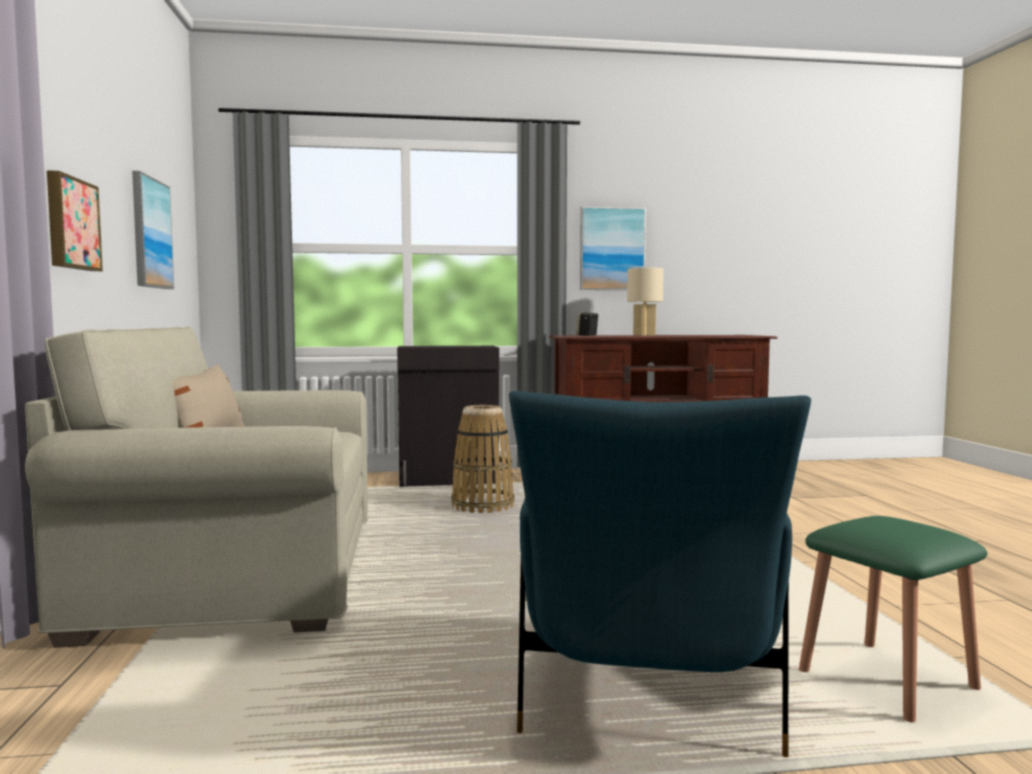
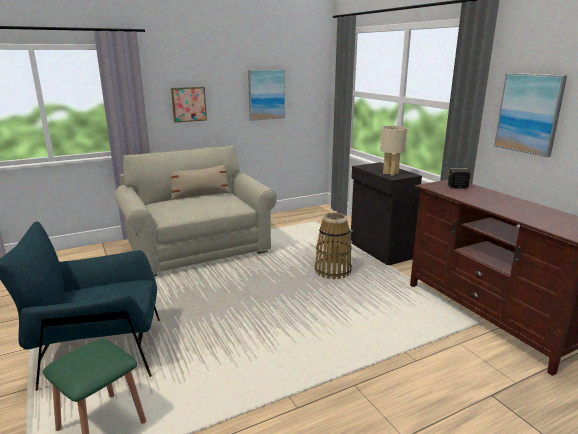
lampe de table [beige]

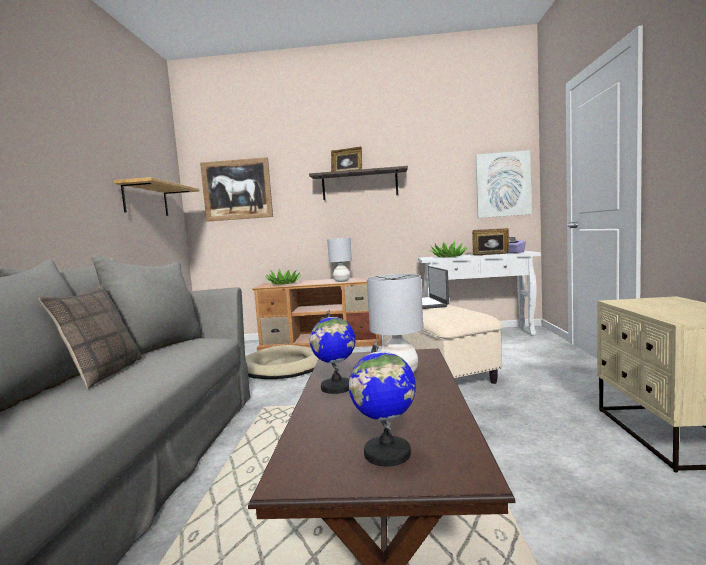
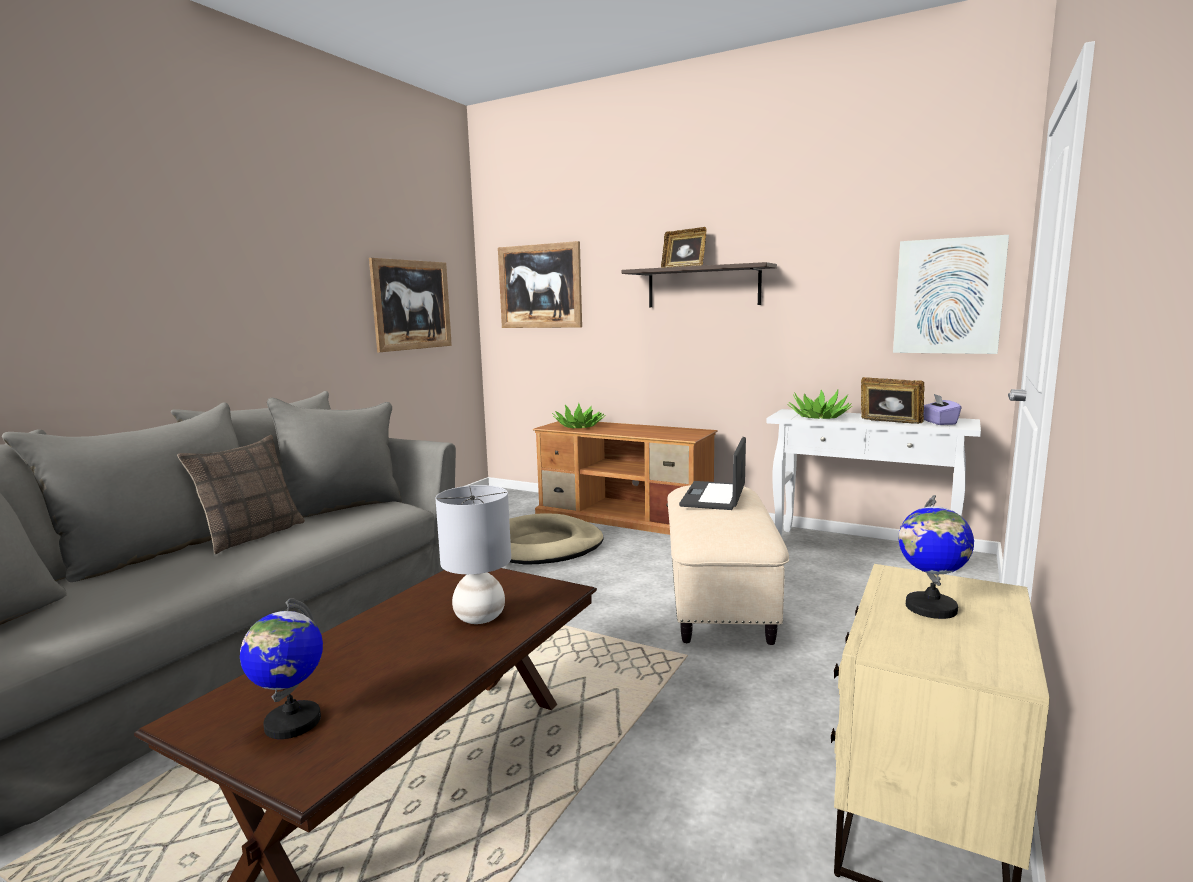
tableau (1st from left)
lampe de table [gris] (1st from left in the first image)
globe (2nd from left)

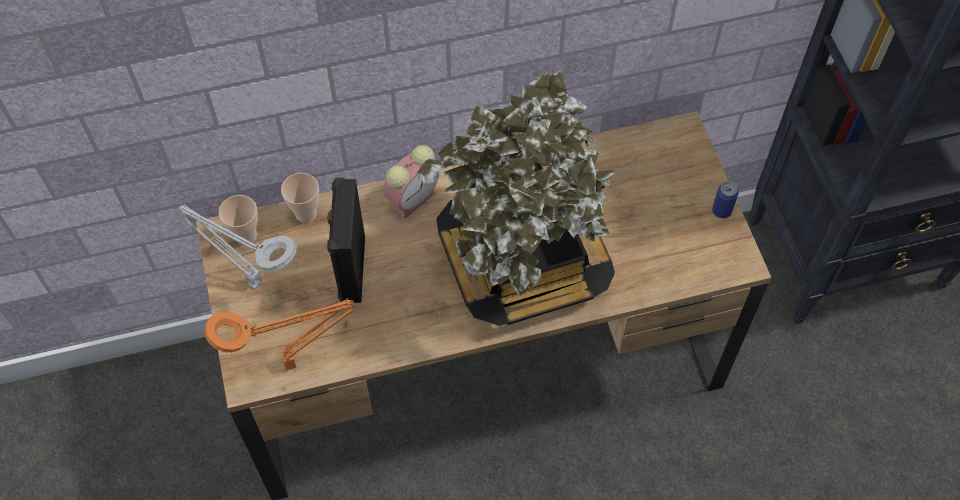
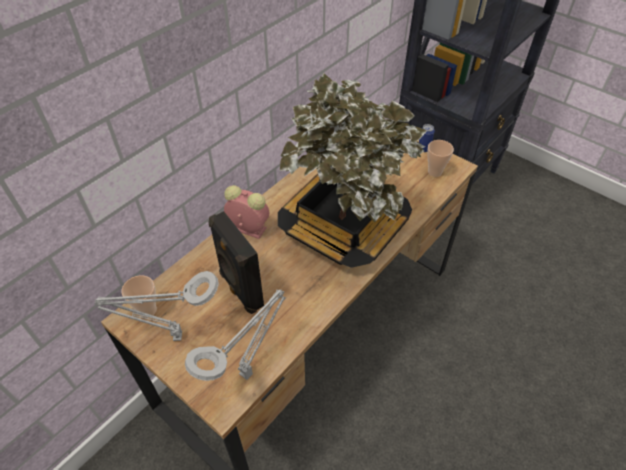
réveil
tasse (2nd from left)
lampe de table [gris] (2nd from left)

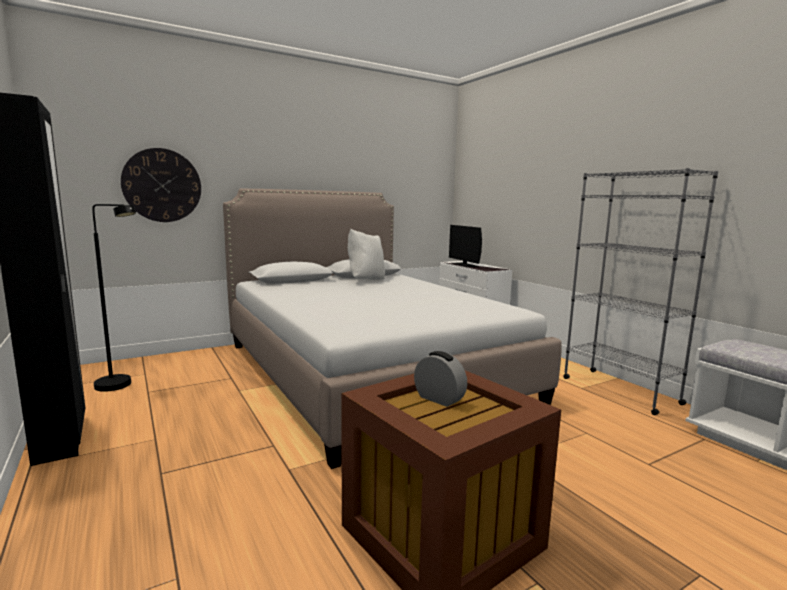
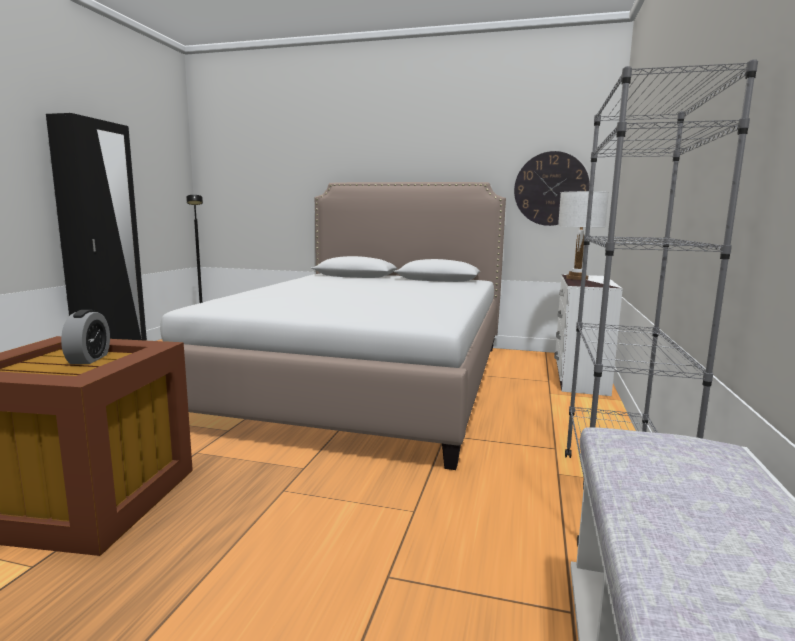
horloge murale
lampe de table [blanc]
coussin [blanc]

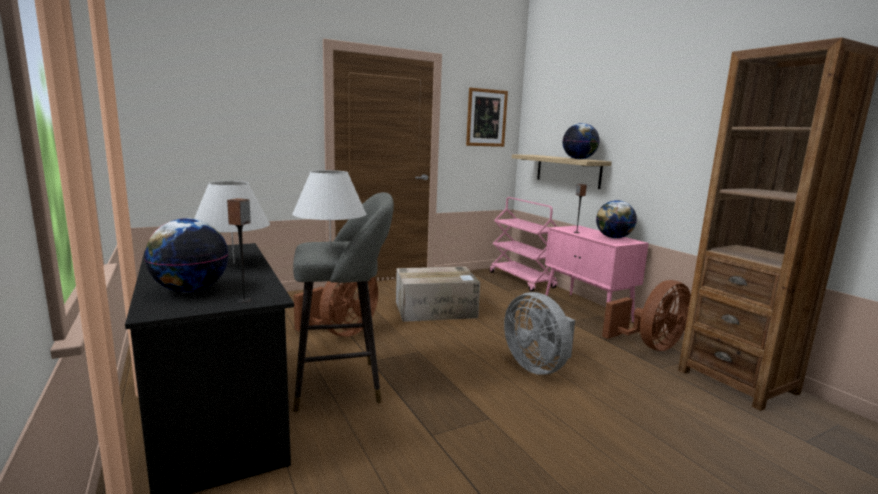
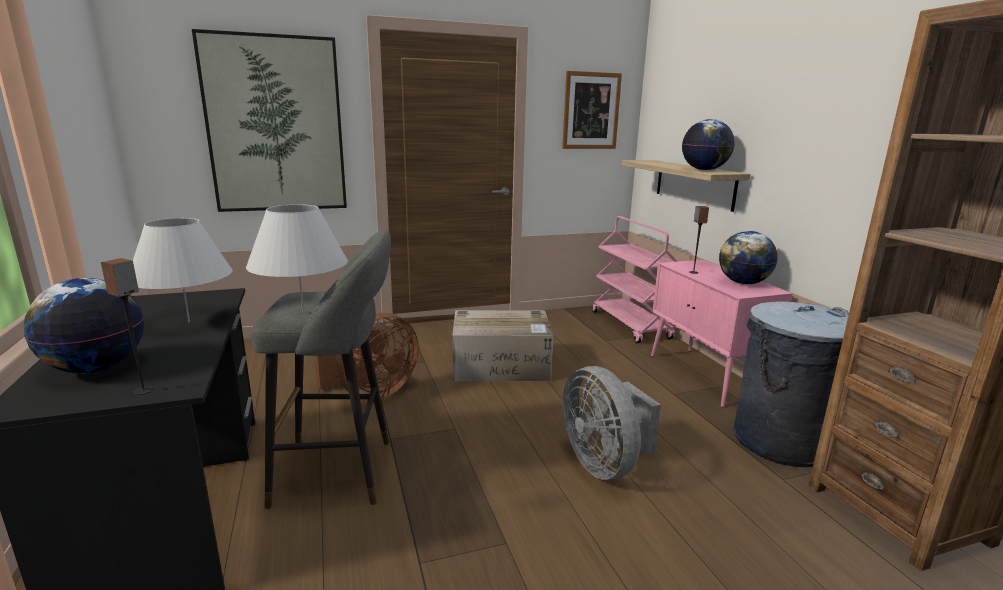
poubelle [gris]
tableau (1st from left)

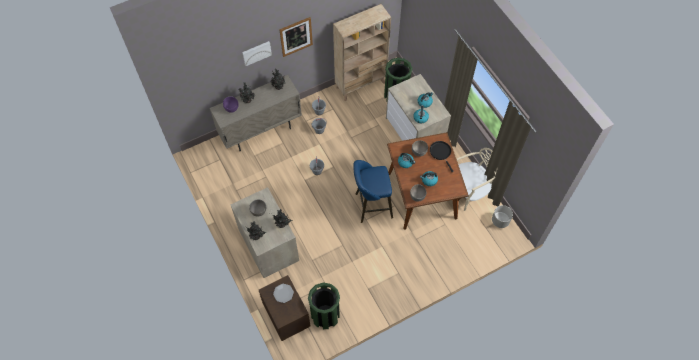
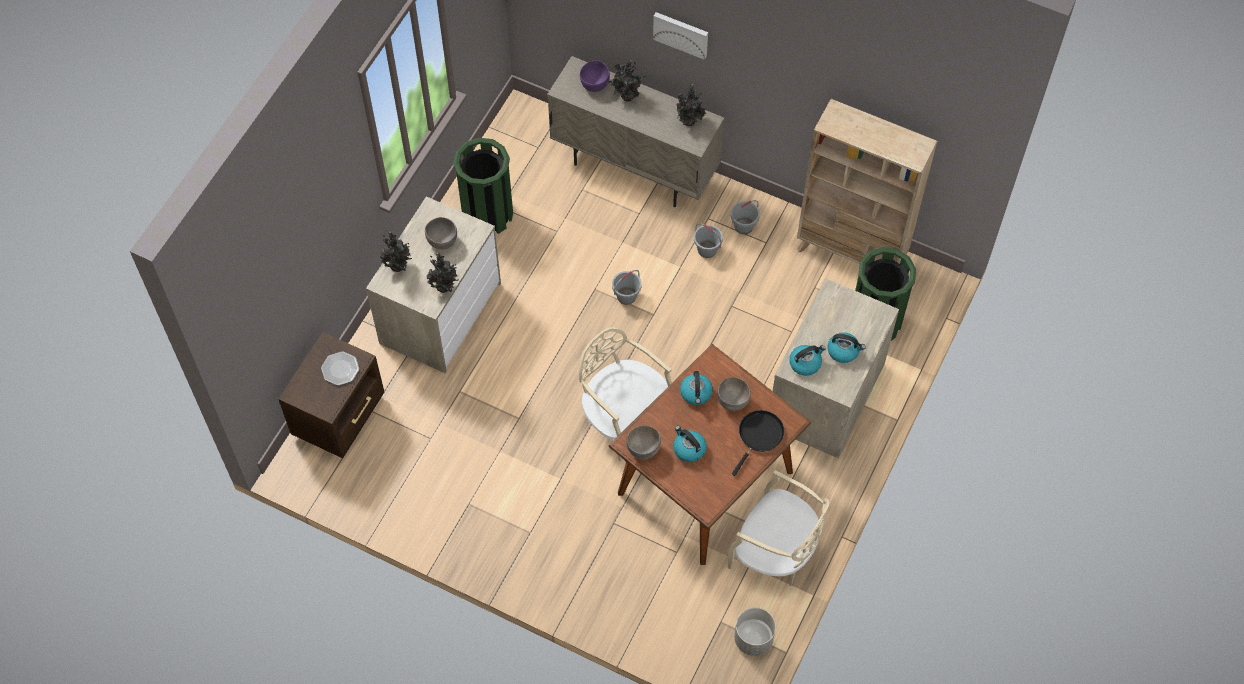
tableau (2nd from left in the first image)
chaise [beige] (1st from left)
poubelle [vert] (1st from left)

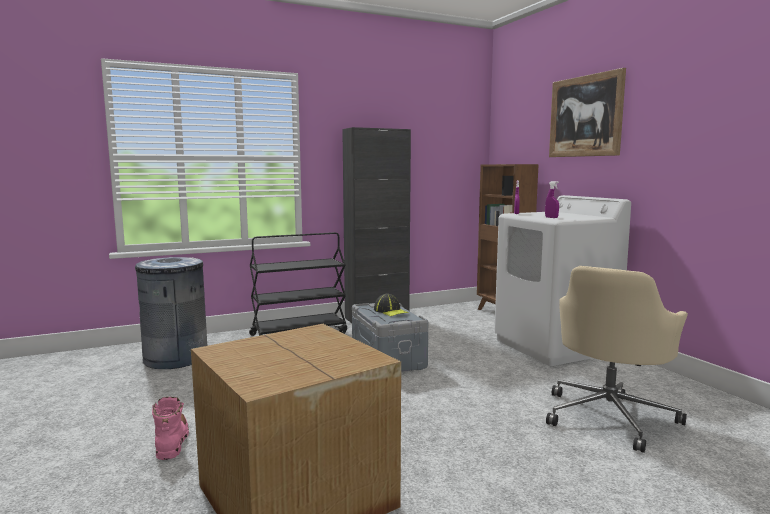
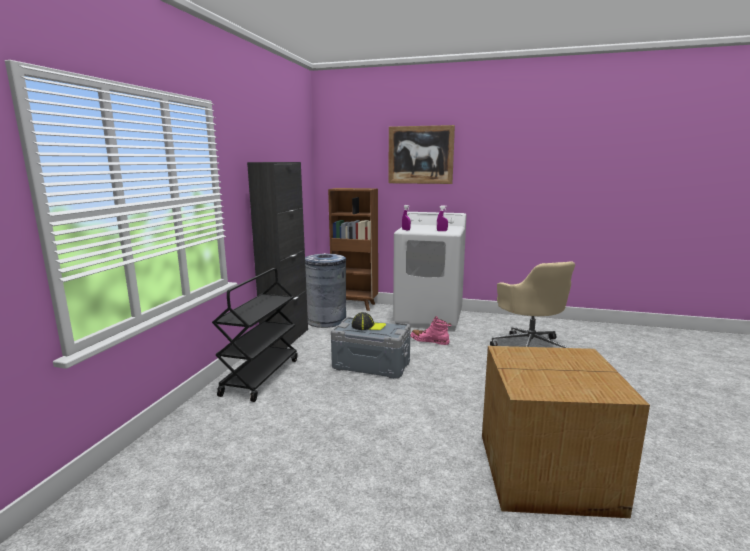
poubelle [gris]
botte [rose]

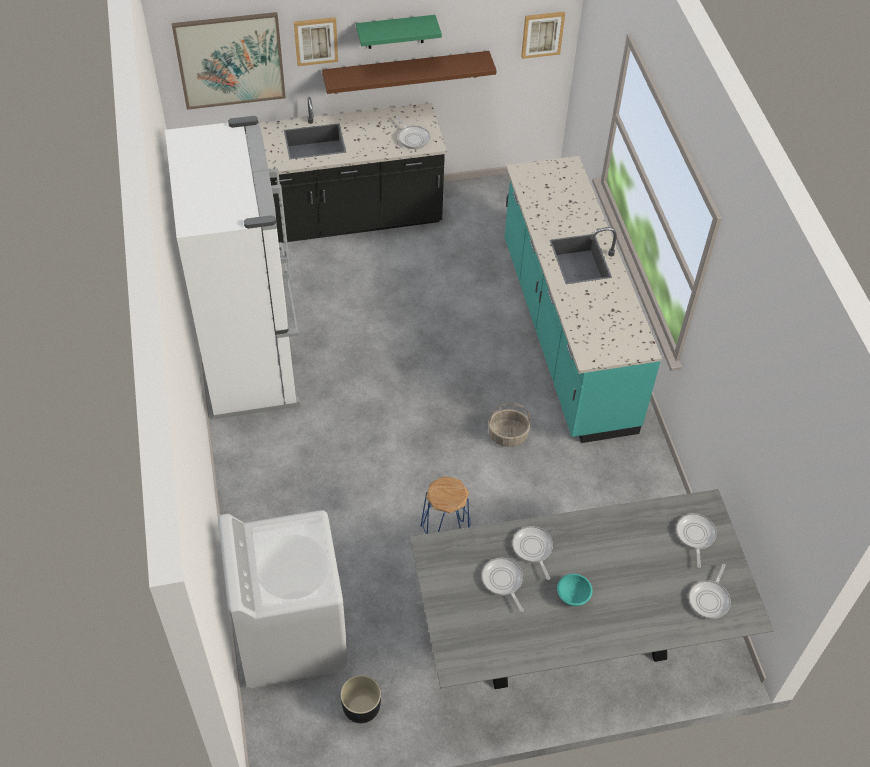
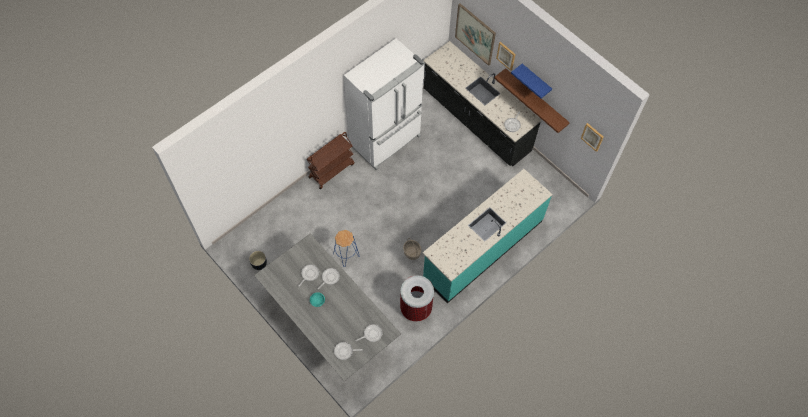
étagère [bleu]
lave-linge [blanc]
chariot [marron]
poubelle

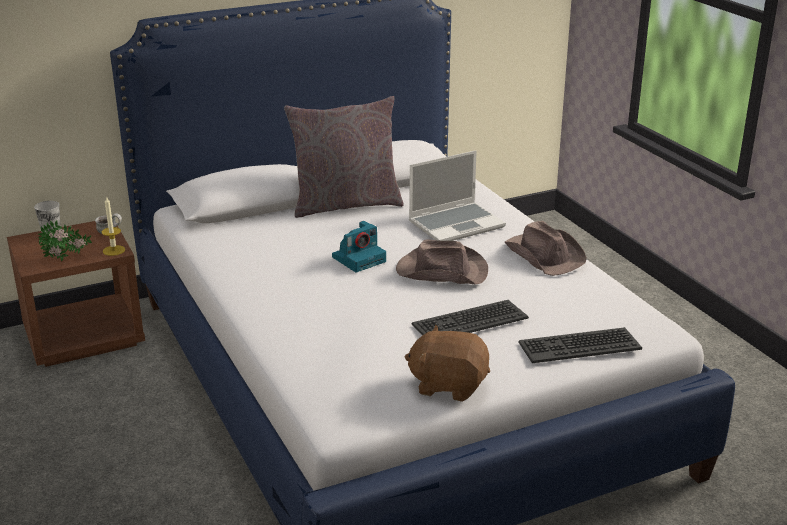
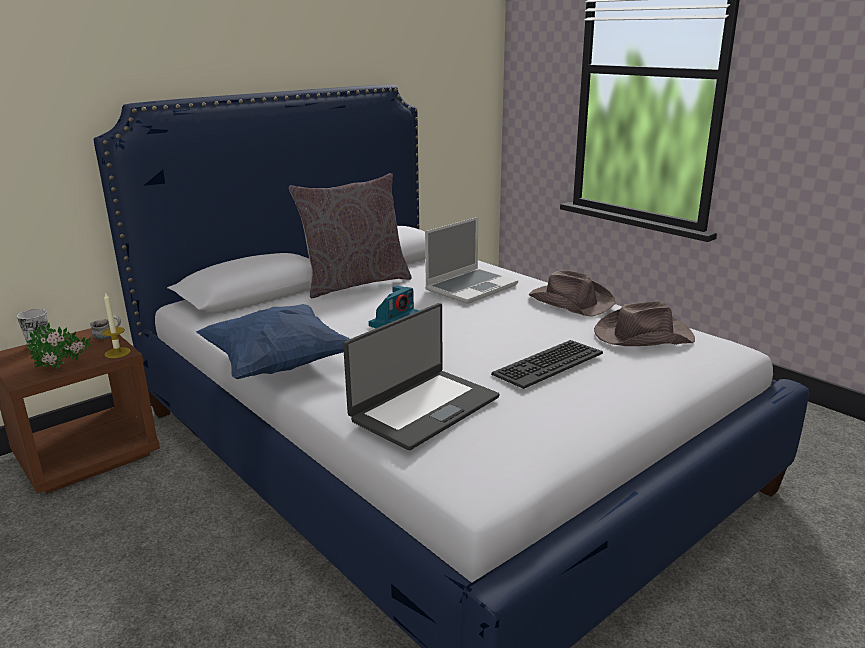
chapeau [marron] (2nd from left)
peluche [marron]
clavier (2nd from left in the first image)
ordinateur portable (1st from left)
coussin [bleu]

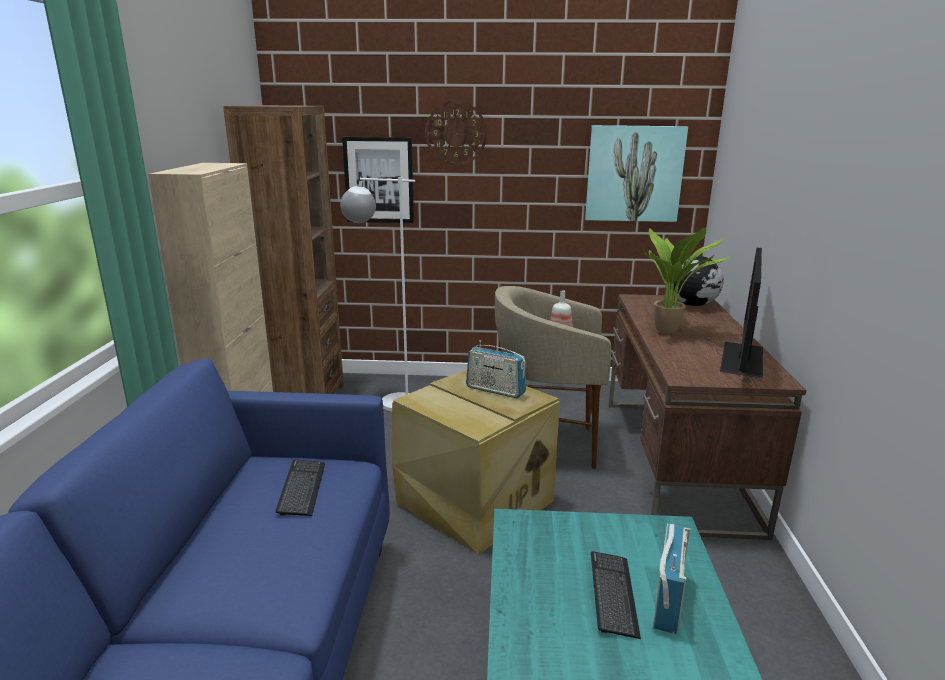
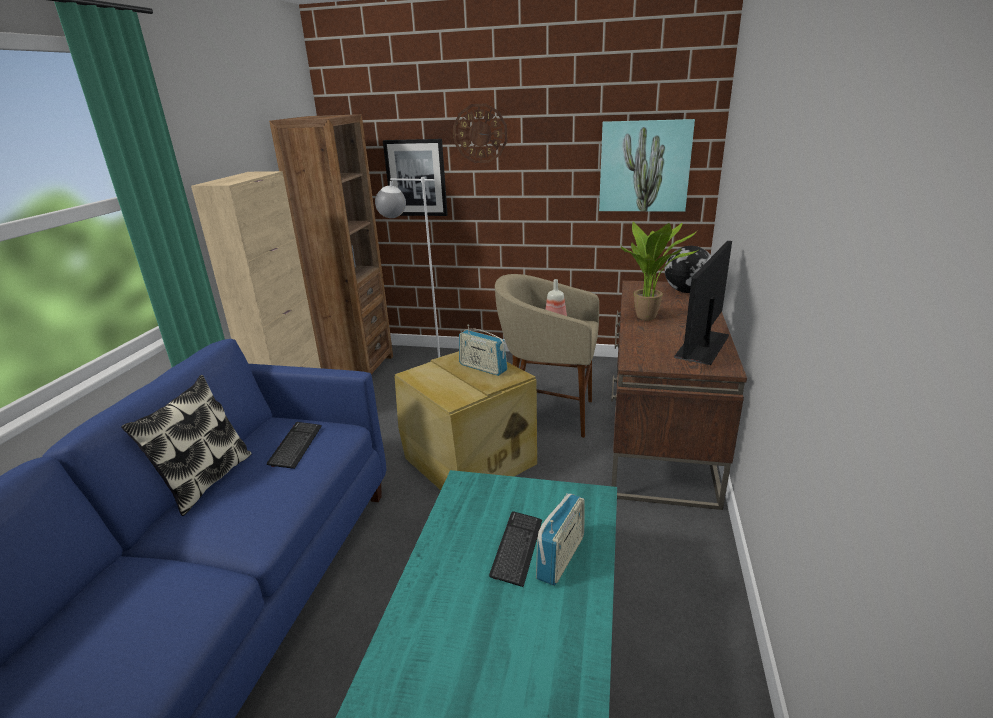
coussin

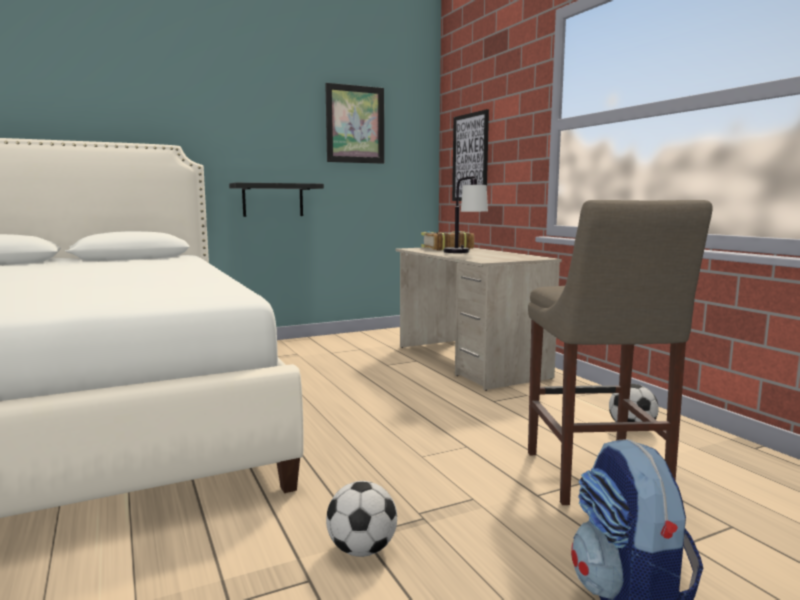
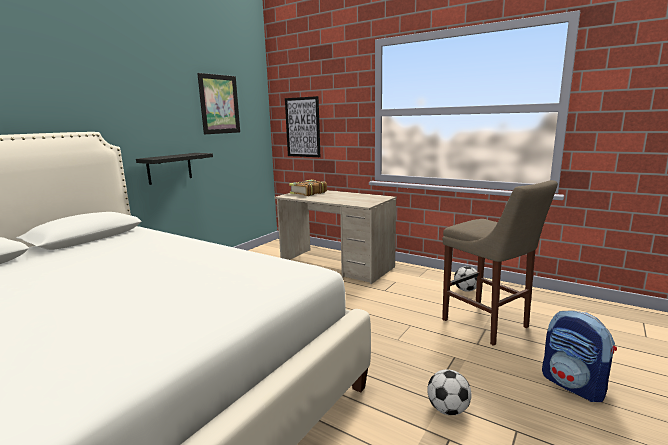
lampe de table

